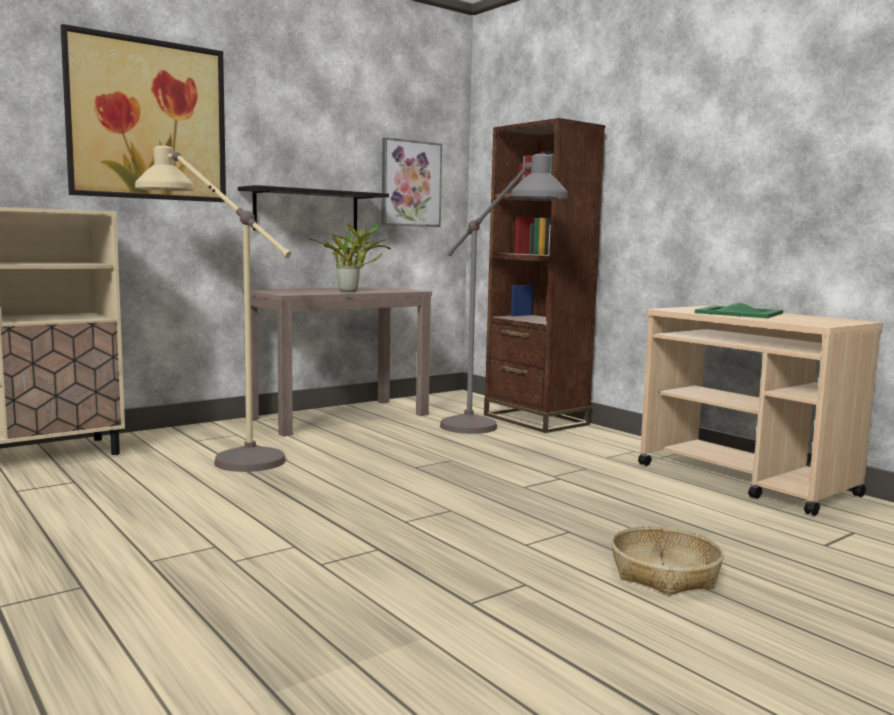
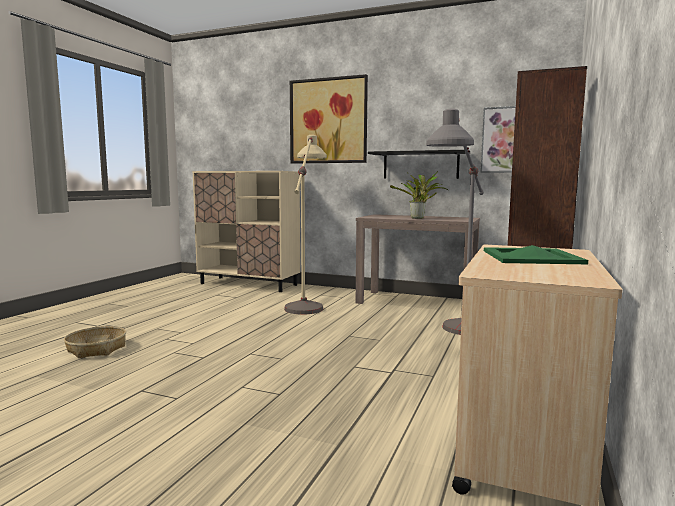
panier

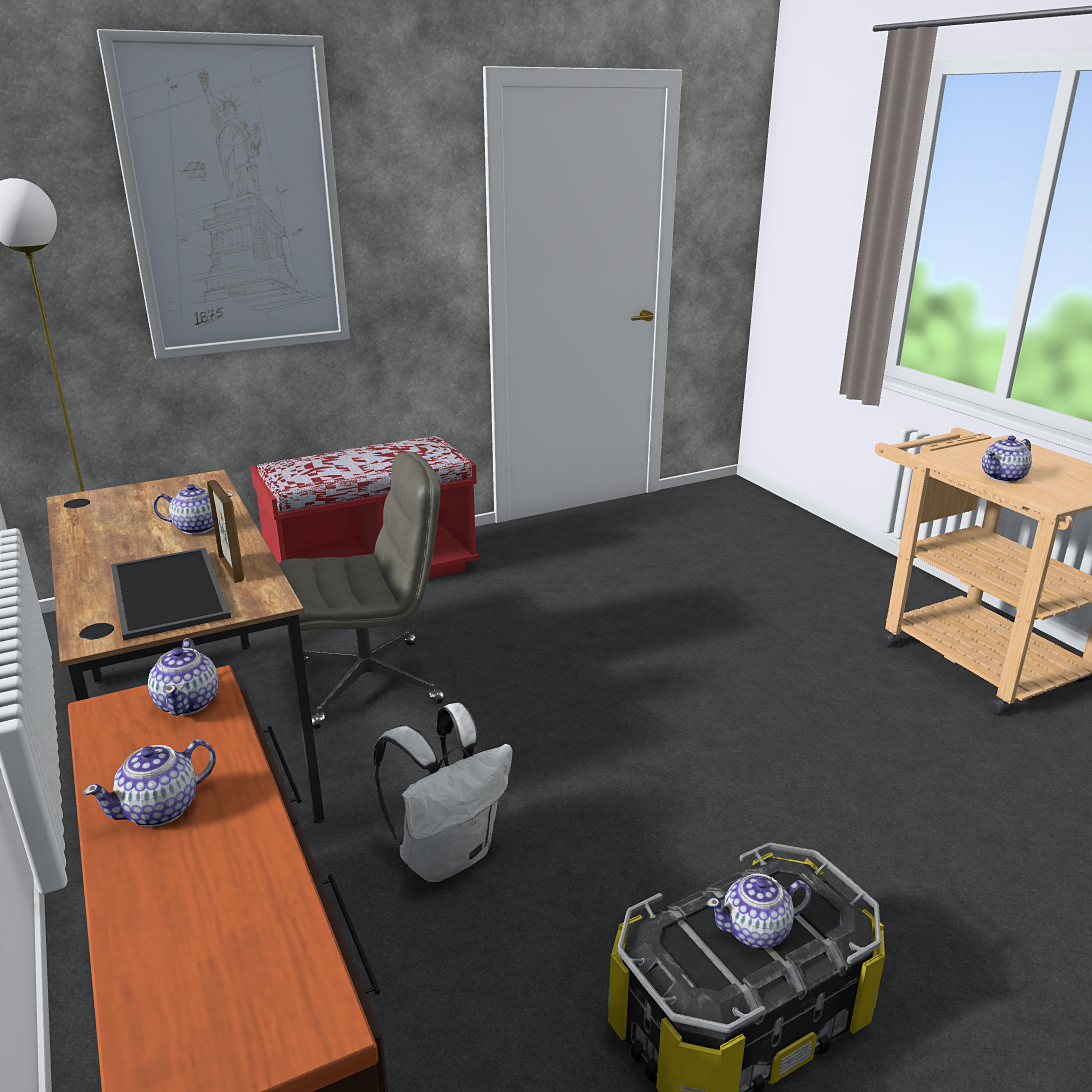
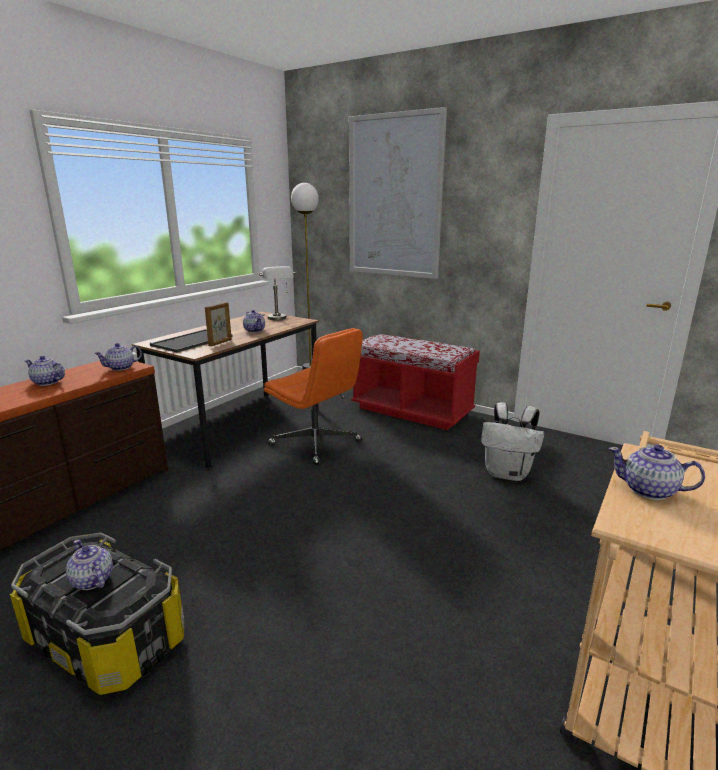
chaise de bureau [orange]
sac à dos [blanc]
lampe de table [gris]

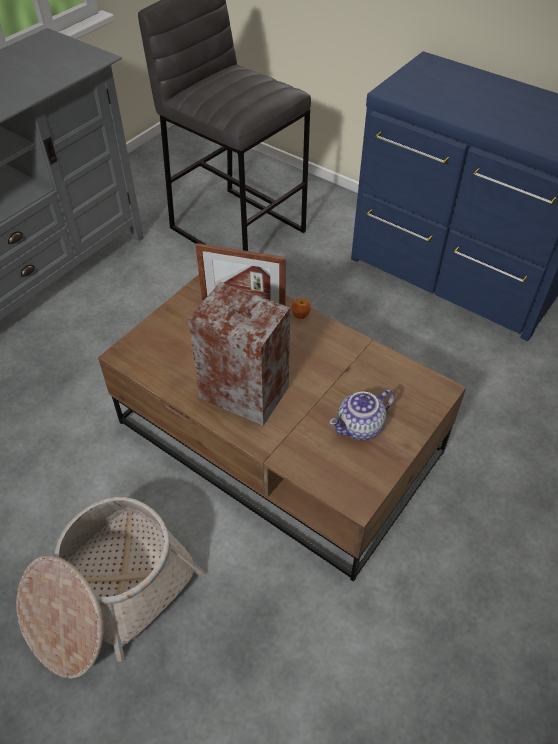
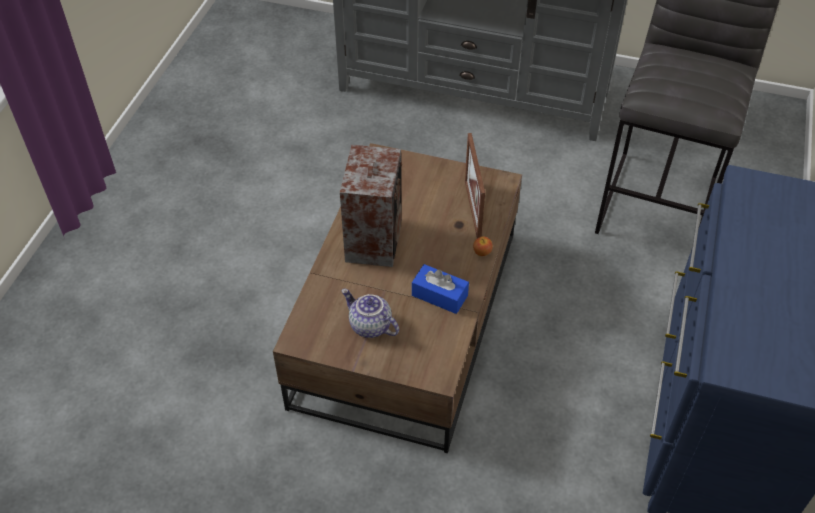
panier
boîte à mouchoirs [bleu]

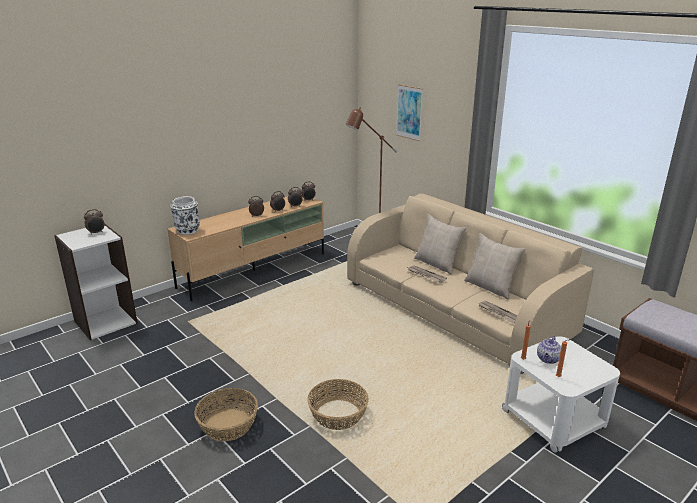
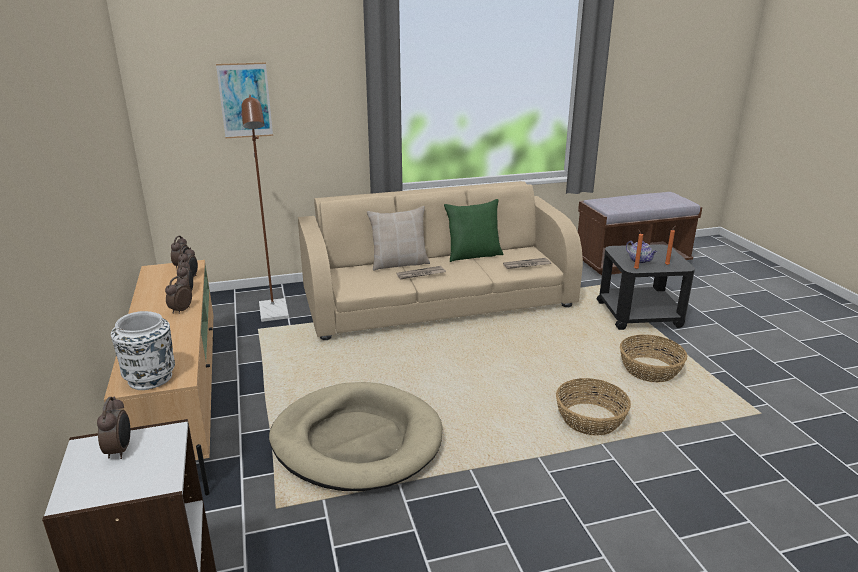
coussin [vert]
table d'appoint [noir]
panier (2nd from left)
panier pour chien [beige]

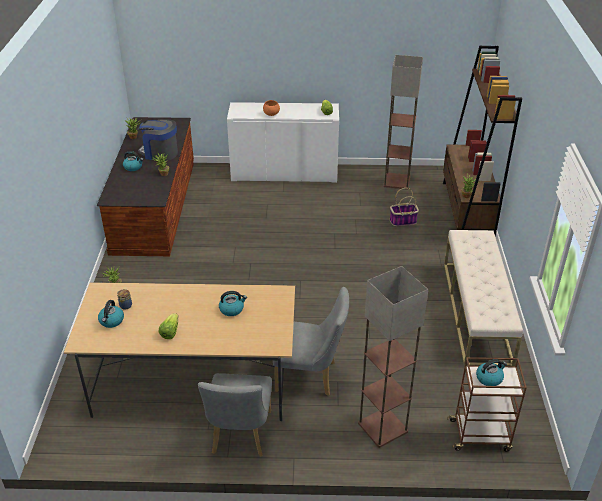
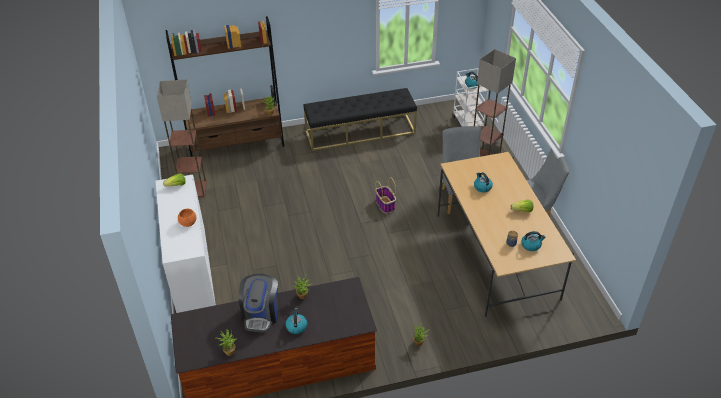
panier
banc [noir]
chariot [blanc]

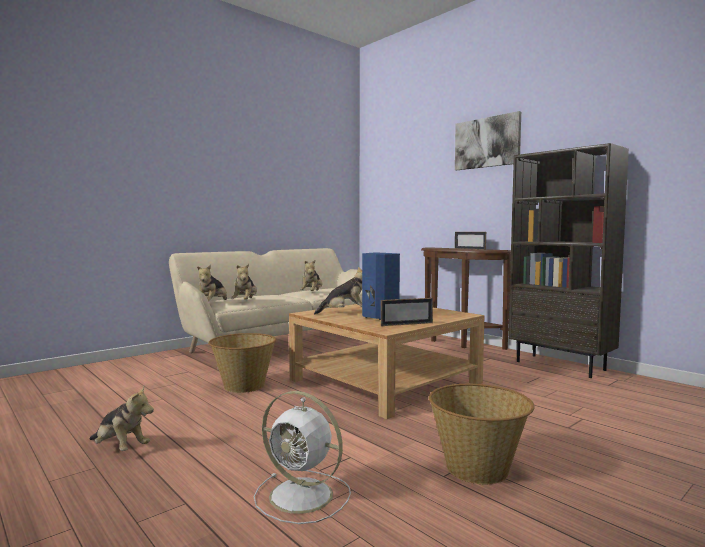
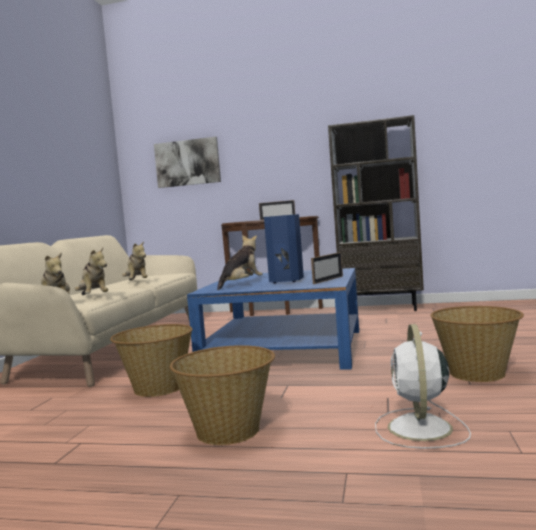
tableau
table basse [bleu]
peluche (1st from left in the first image)
ventilateur [blanc]
panier (2nd from left)

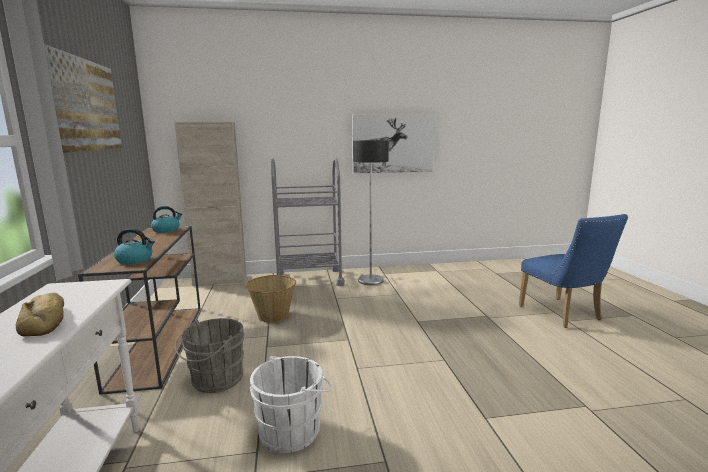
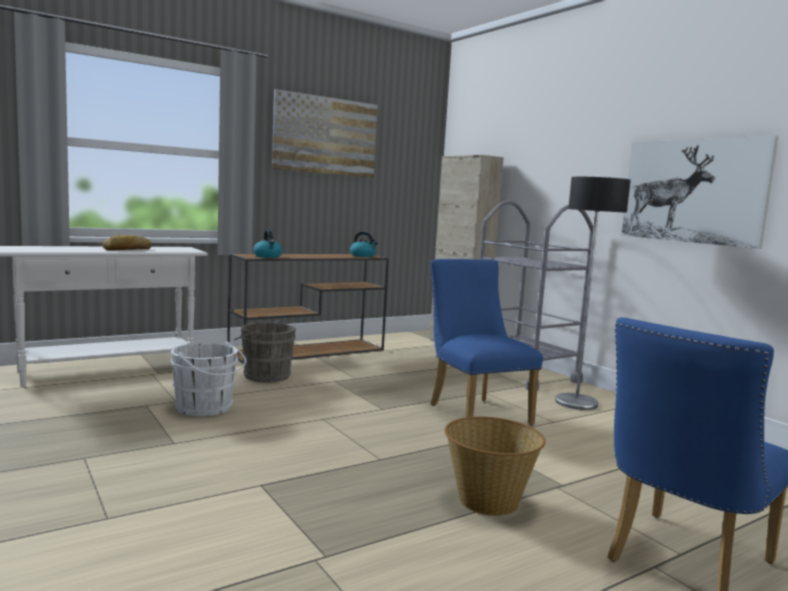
panier
chaise [bleu] (1st from left)

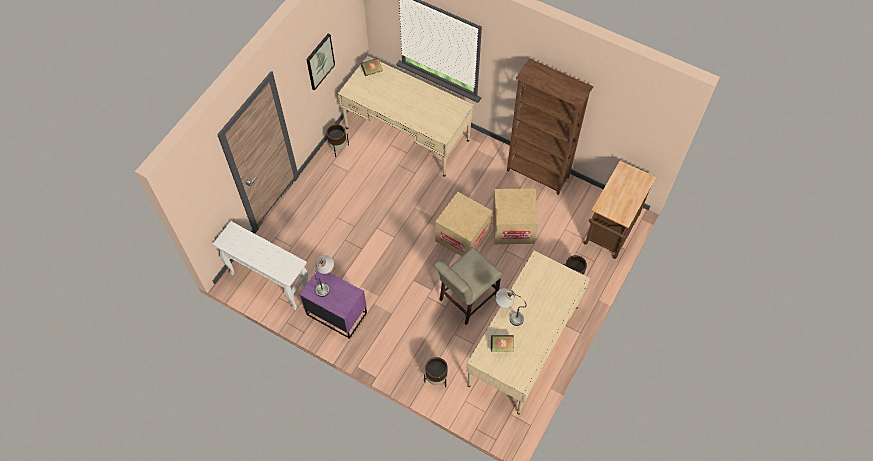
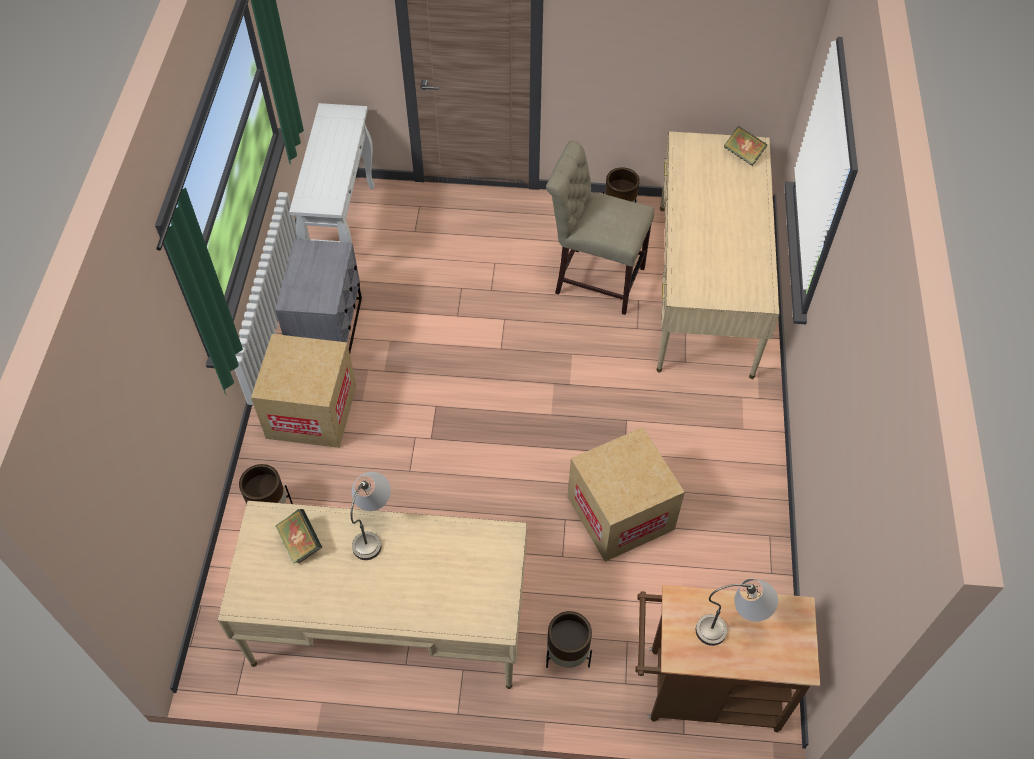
tableau
bibliothèque [marron]
carton (1st from left)
chaise [beige]
lampe de table [gris] (2nd from left)
table de chevet [gris]

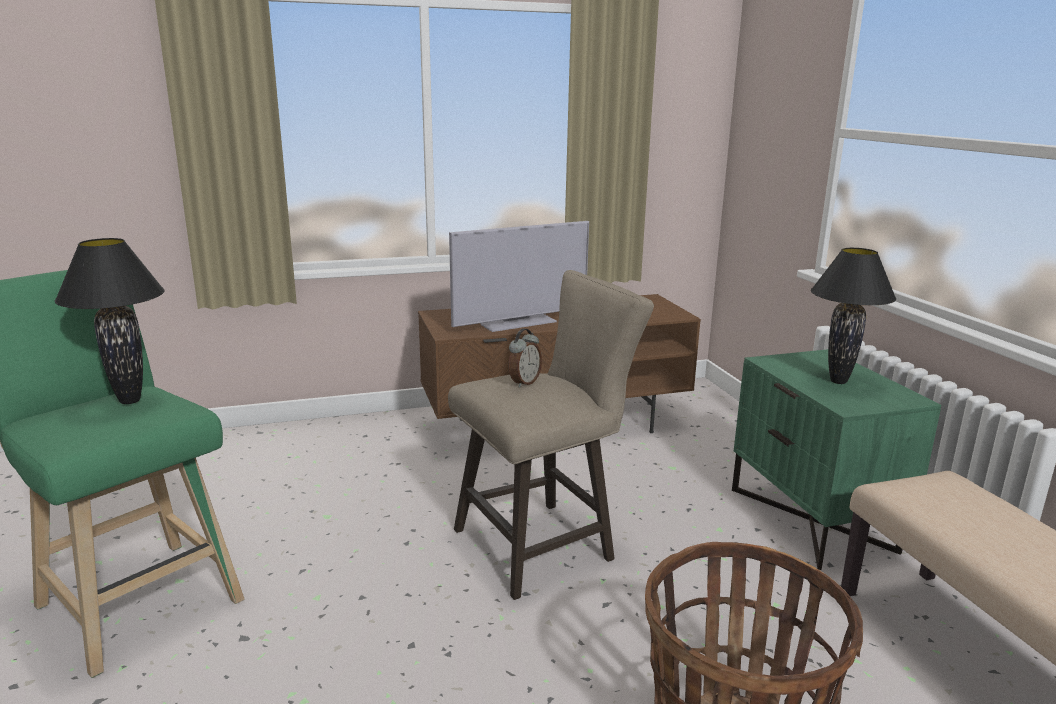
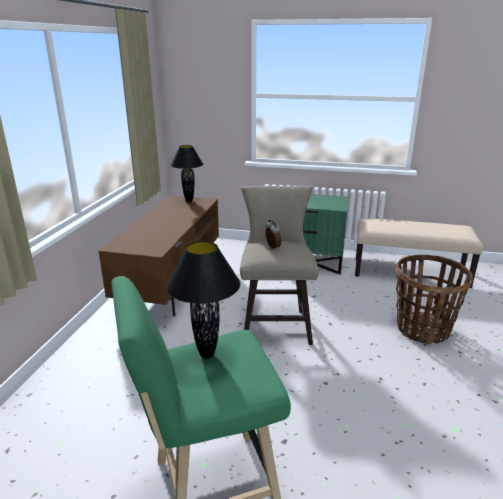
téléviseur
lampe de table [noir] (1st from left)

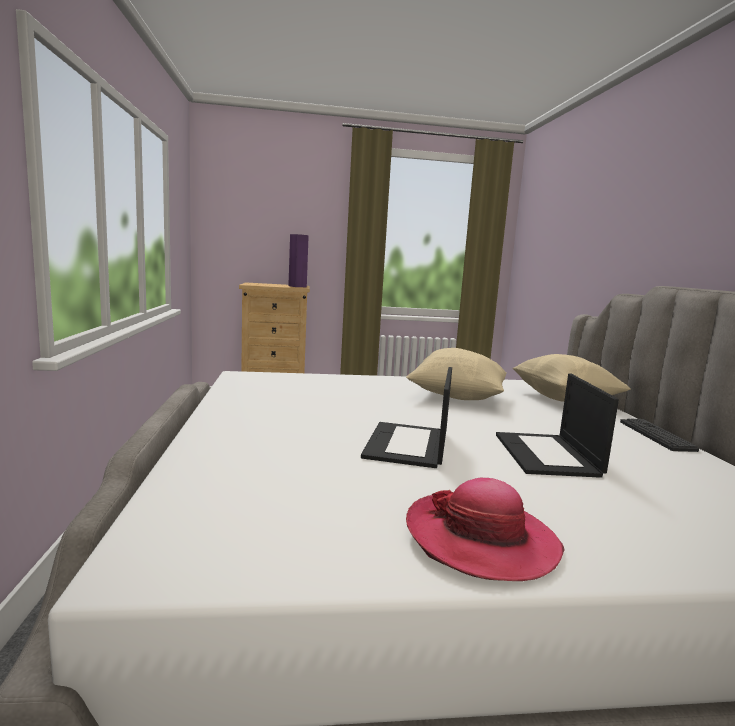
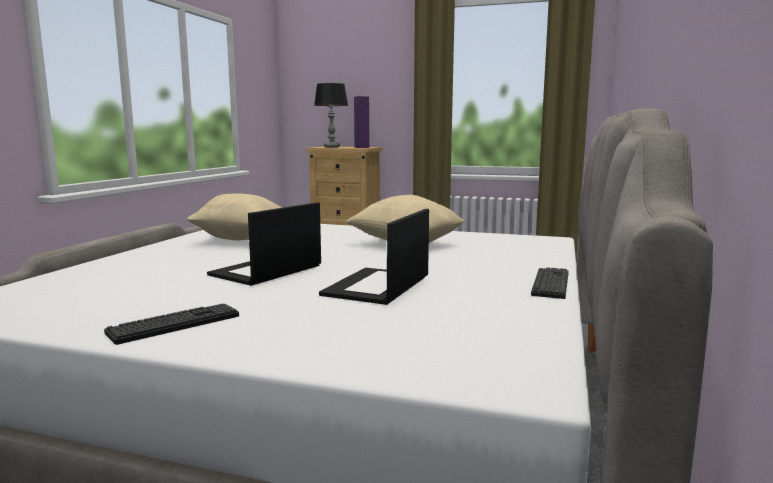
coussin [beige] (1st from left)
clavier (1st from left)
lampe de table

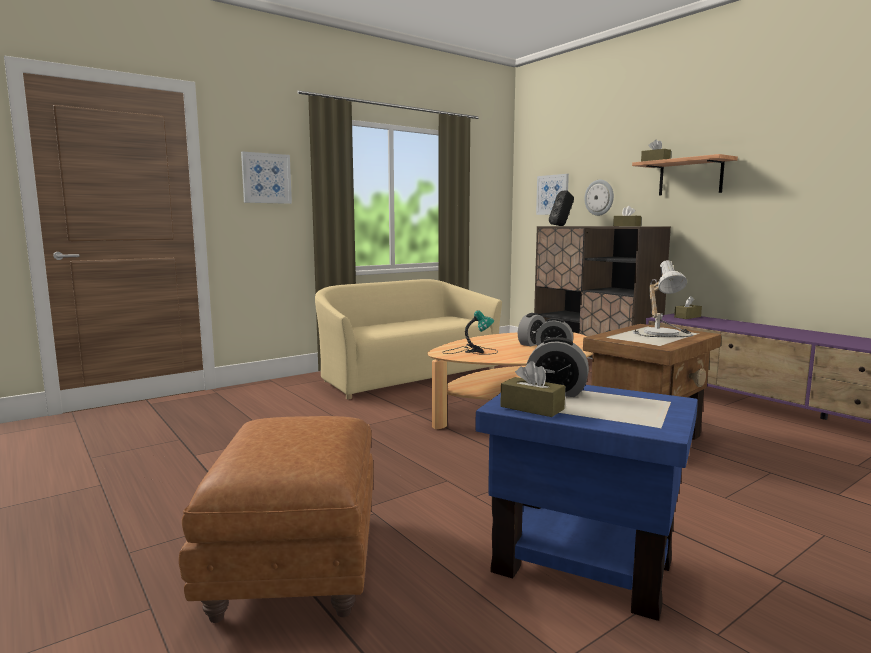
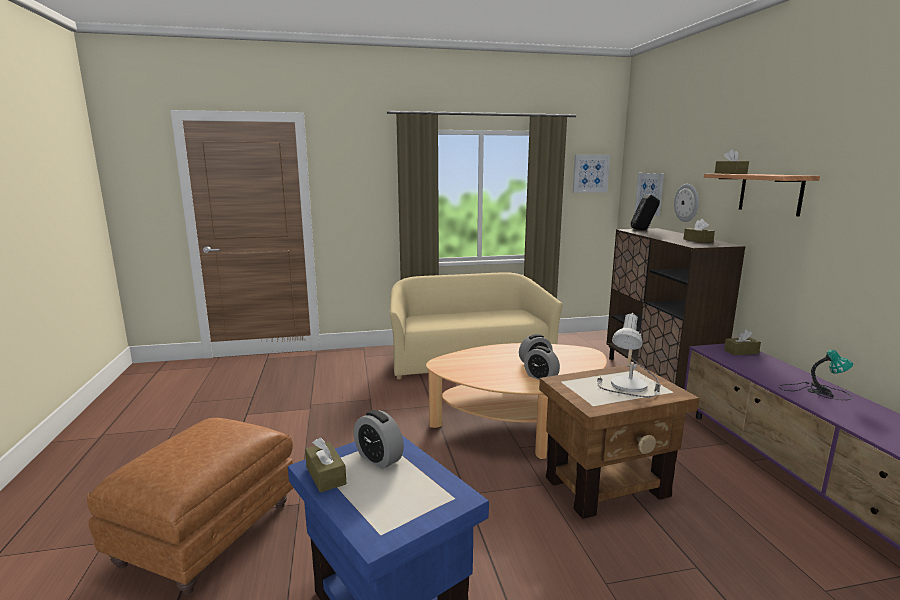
tableau (1st from left)
lampe de table (2nd from left)

